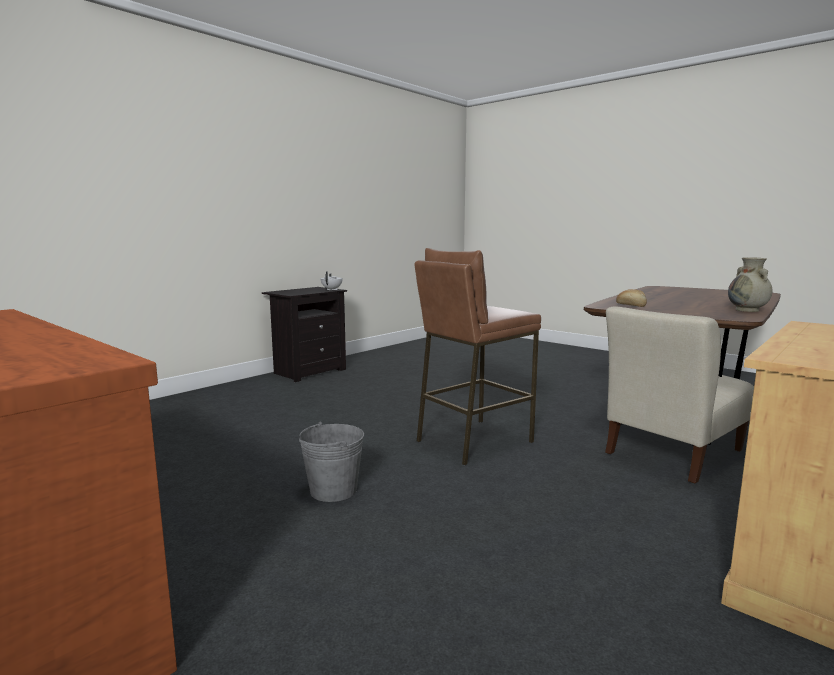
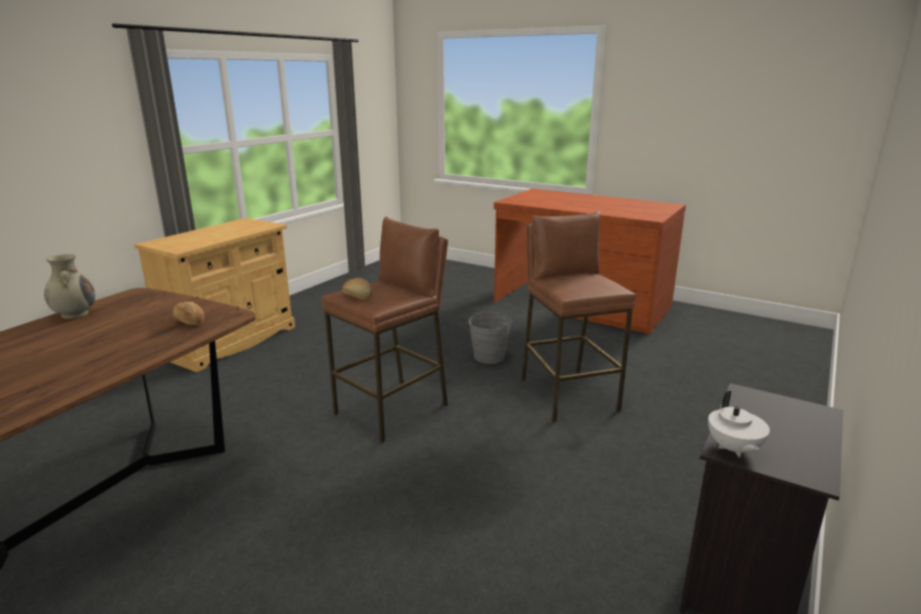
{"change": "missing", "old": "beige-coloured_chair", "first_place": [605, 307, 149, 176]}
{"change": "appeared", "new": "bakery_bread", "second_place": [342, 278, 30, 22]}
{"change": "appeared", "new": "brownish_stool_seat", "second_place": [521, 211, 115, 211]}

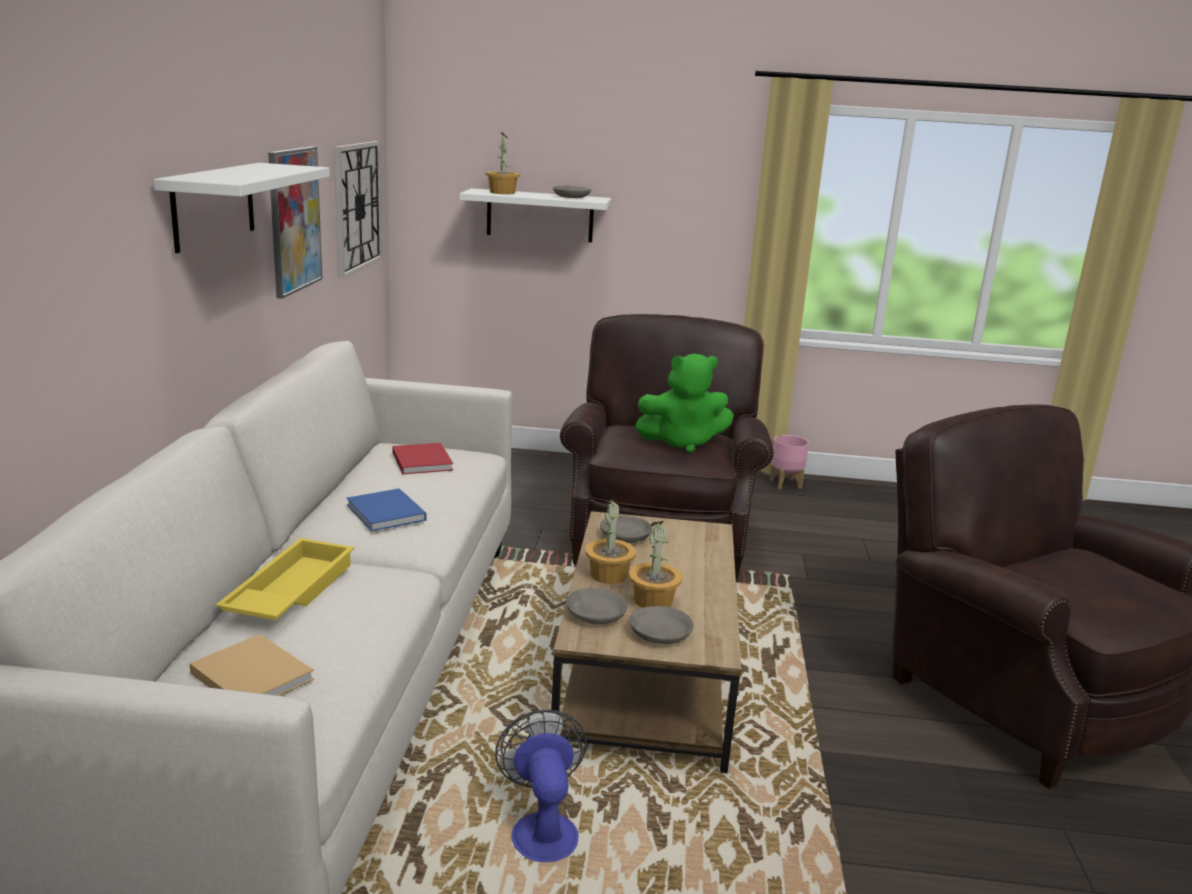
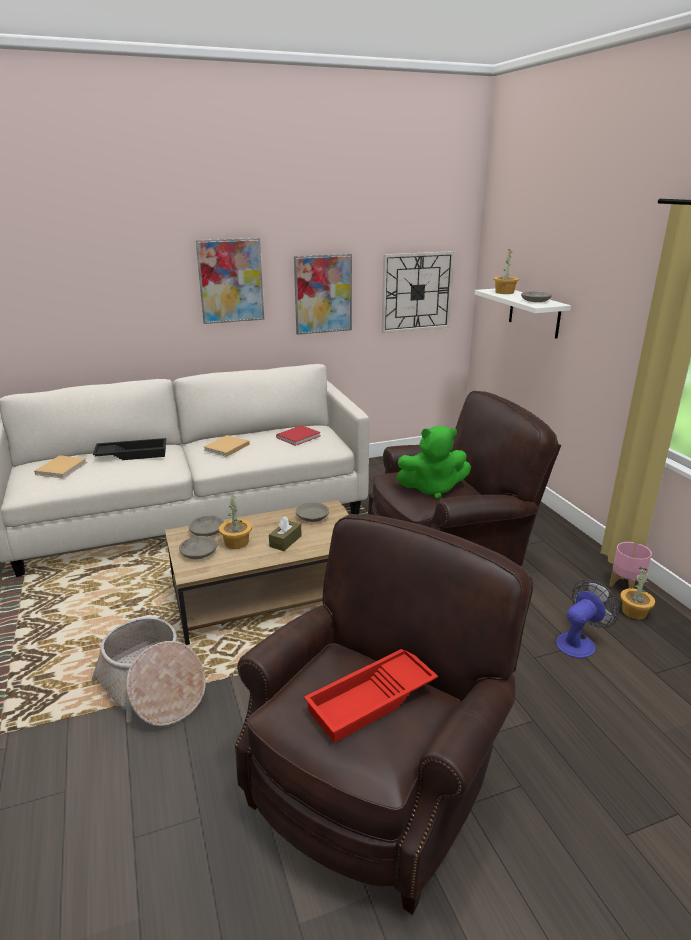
{"change": "exchanged", "old": "white-coloured_bracket_shelf", "new": "picture", "first_place": [153, 163, 177, 90], "second_place": [196, 238, 68, 86]}
{"change": "colour", "old": "yellow-coloured_carrying_tray", "new": "black-coloured_carrying_tray", "first_place": [216, 538, 138, 82], "second_place": [93, 438, 73, 22]}
{"change": "colour", "old": "bluish_book", "new": "beige-coloured_book", "first_place": [347, 488, 79, 43], "second_place": [204, 435, 46, 22]}
{"change": "relocated", "old": "electric_fan", "first_place": [495, 710, 92, 152], "second_place": [556, 579, 63, 79]}
{"change": "relocated", "old": "potted_plant", "first_place": [585, 498, 51, 86], "second_place": [620, 567, 35, 53]}
{"change": "spun", "old": "greenish_soft_toy", "first_place": [635, 354, 99, 99], "second_place": [396, 425, 75, 74], "degrees": -60}
{"change": "appeared", "new": "household_basket", "second_place": [91, 617, 115, 109]}
{"change": "appeared", "new": "brownish_box_of_tissues", "second_place": [269, 516, 33, 35]}
{"change": "appeared", "new": "red_carrying_tray", "second_place": [304, 649, 134, 94]}

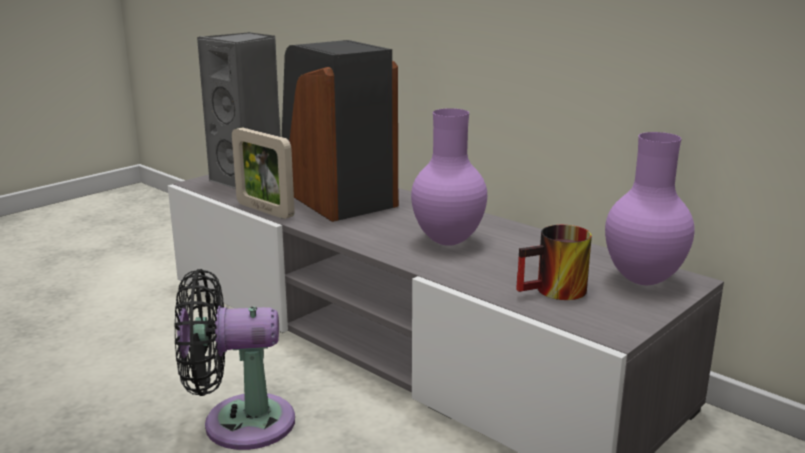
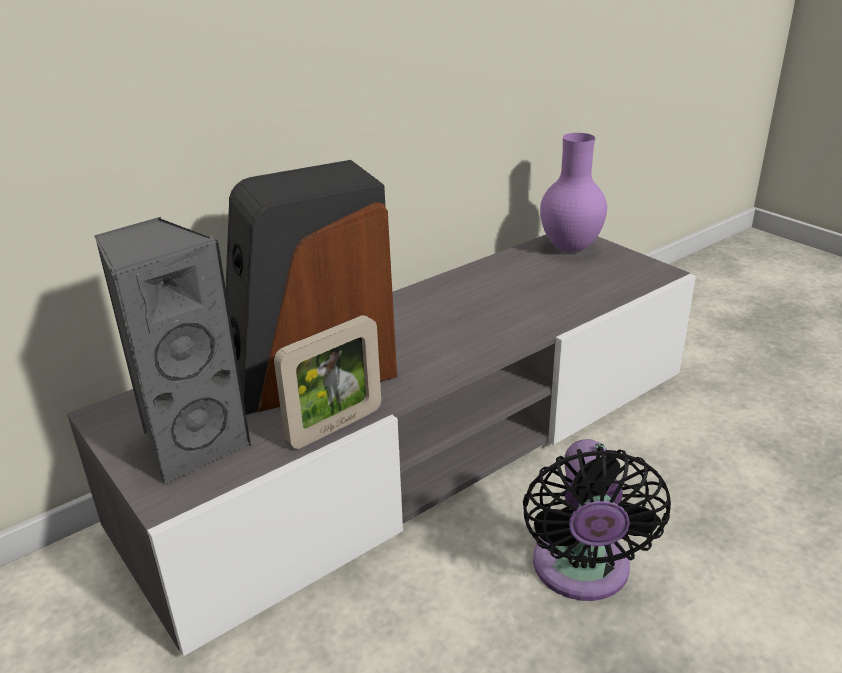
{"change": "missing", "old": "purple_decorative_vase", "first_place": [411, 108, 76, 138]}
{"change": "missing", "old": "coffee_mug", "first_place": [516, 225, 76, 75]}

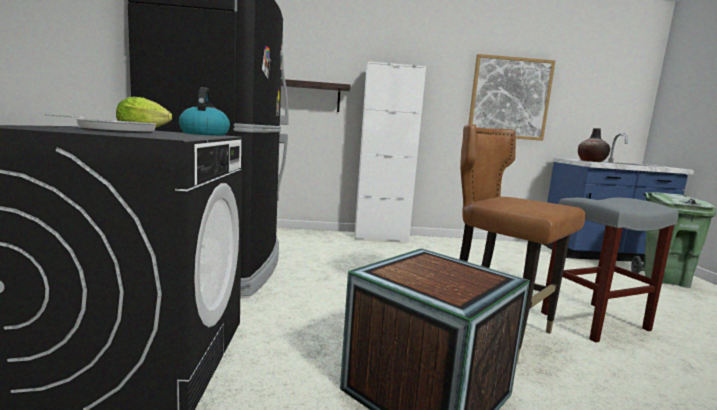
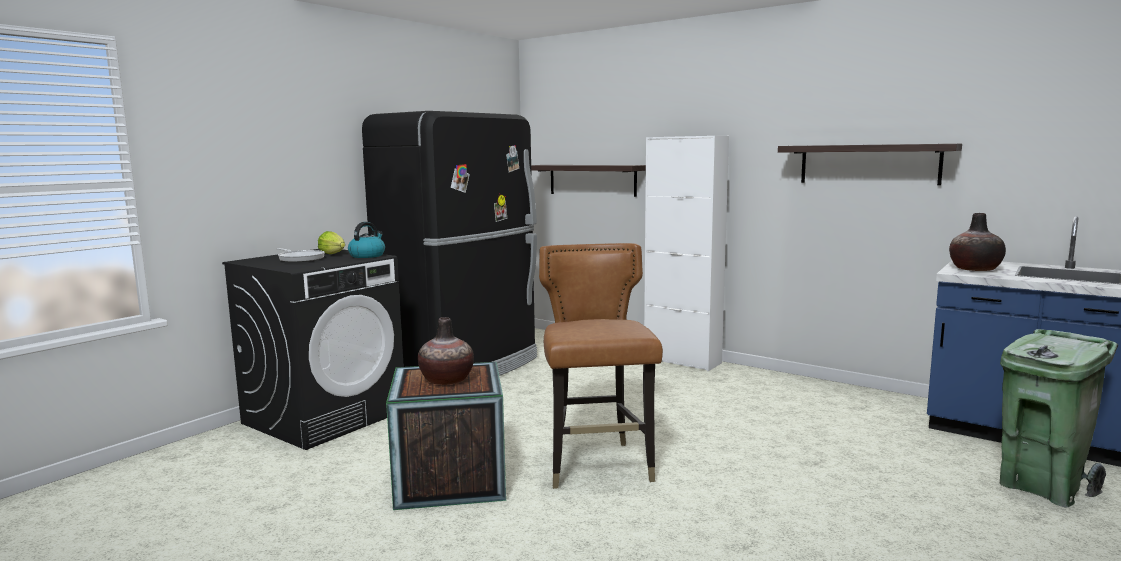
{"change": "exchanged", "old": "picture", "new": "bracket_shelf", "first_place": [468, 54, 87, 87], "second_place": [778, 144, 184, 41]}
{"change": "missing", "old": "grey_stool_seat", "first_place": [541, 198, 137, 145]}
{"change": "appeared", "new": "decorative_vase", "second_place": [418, 317, 56, 68]}

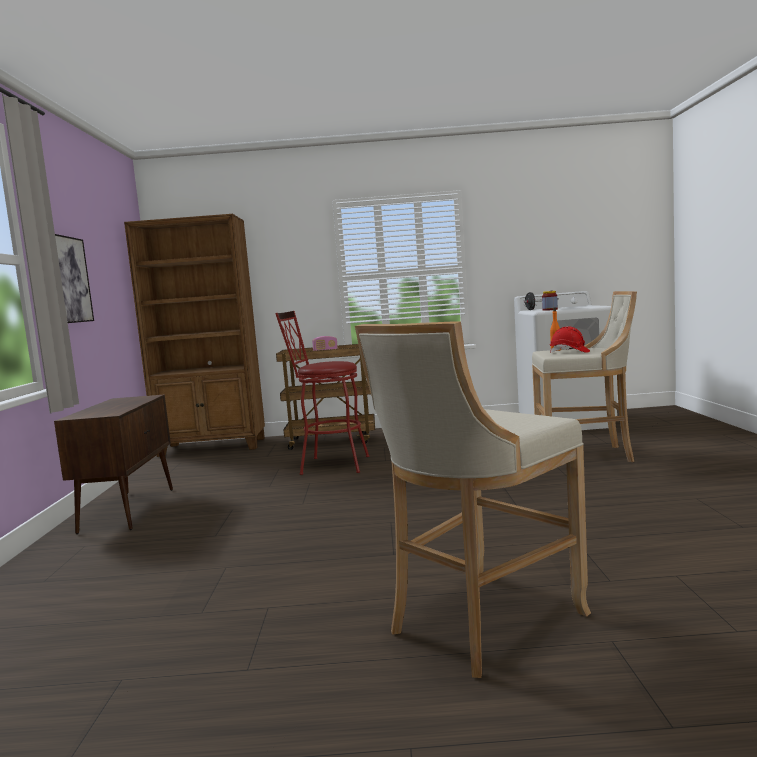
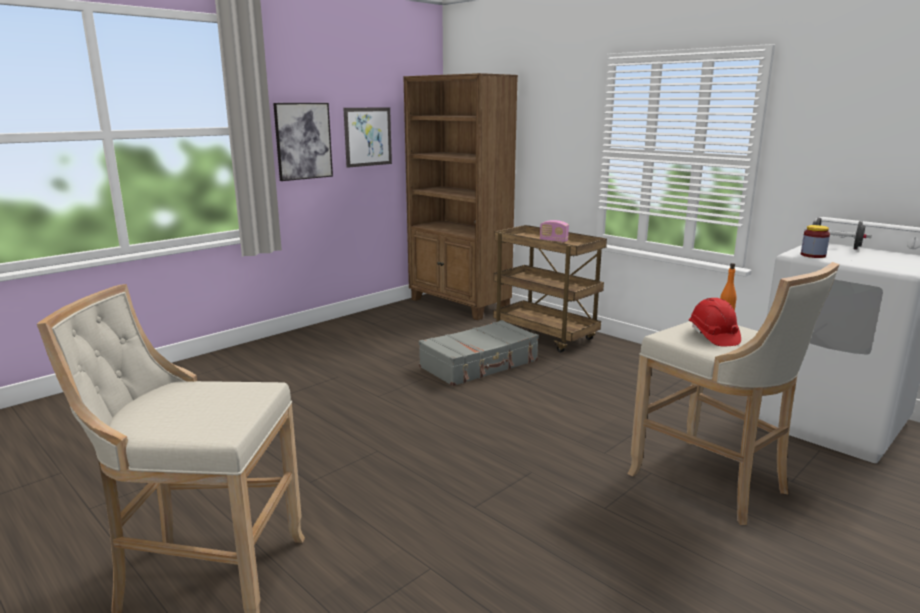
{"change": "missing", "old": "brownish_storage_cabinet", "first_place": [54, 394, 119, 140]}
{"change": "exchanged", "old": "red_stool_seat", "new": "grey_travel_case", "first_place": [275, 311, 94, 164], "second_place": [419, 320, 120, 66]}
{"change": "appeared", "new": "picture", "second_place": [343, 107, 49, 61]}

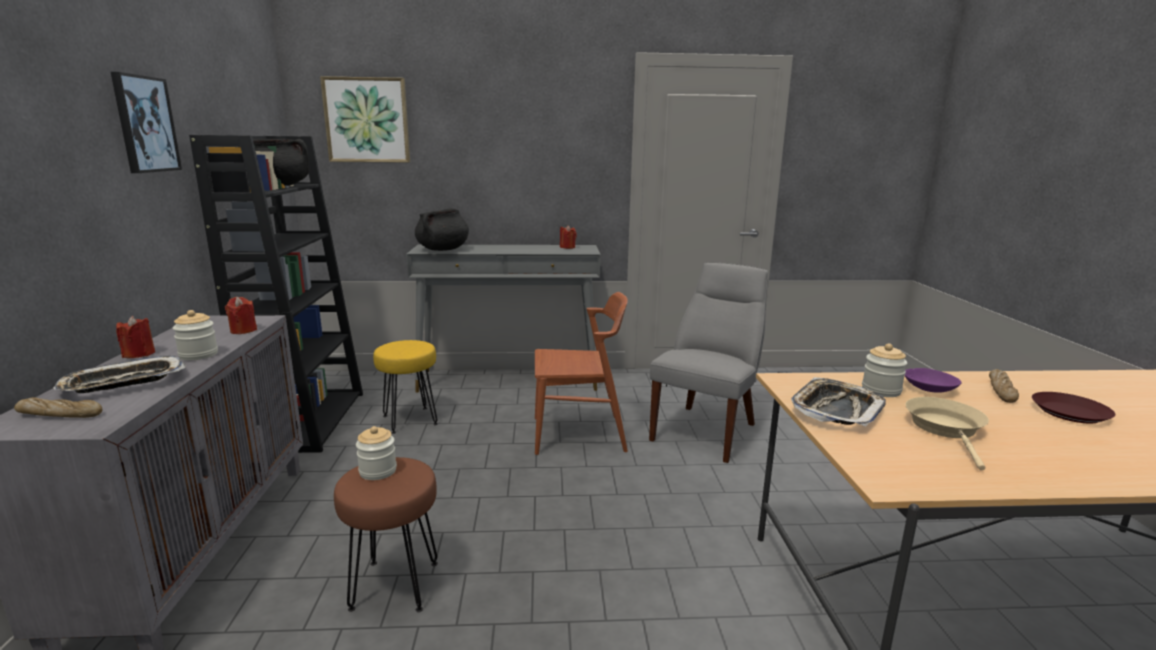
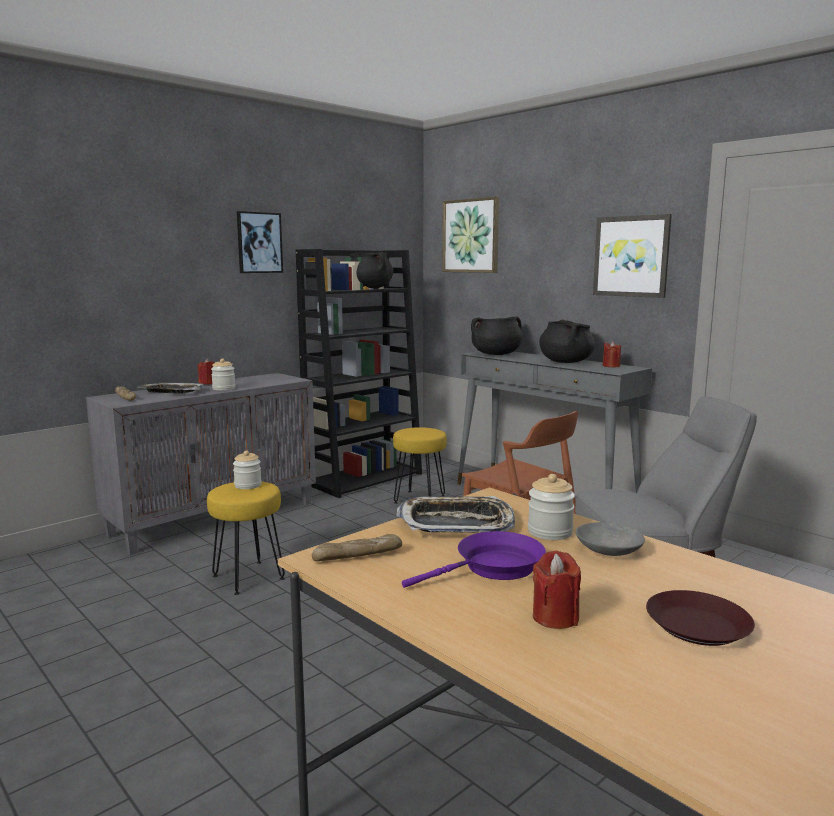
{"change": "relocated", "old": "red_candle", "first_place": [225, 297, 32, 37], "second_place": [533, 550, 48, 79]}
{"change": "colour", "old": "brownish_stool_seat", "new": "yellow-coloured_stool_seat", "first_place": [334, 457, 104, 155], "second_place": [207, 482, 78, 113]}
{"change": "colour", "old": "purple_bowl", "new": "grey_bowl", "first_place": [905, 368, 56, 25], "second_place": [575, 522, 70, 34]}
{"change": "colour", "old": "beige-coloured_pan", "new": "purple_pan", "first_place": [905, 397, 84, 73], "second_place": [402, 531, 144, 57]}
{"change": "relocated", "old": "bakery_bread", "first_place": [989, 369, 30, 34], "second_place": [312, 534, 90, 27]}
{"change": "appeared", "new": "black-coloured_stockpot", "second_place": [539, 320, 56, 43]}
{"change": "appeared", "new": "picture", "second_place": [593, 214, 79, 84]}

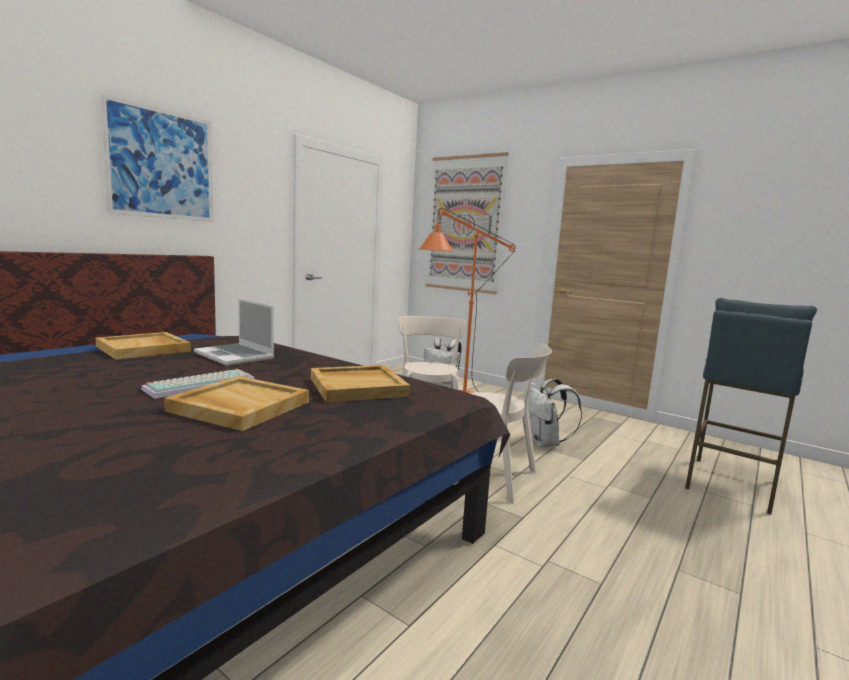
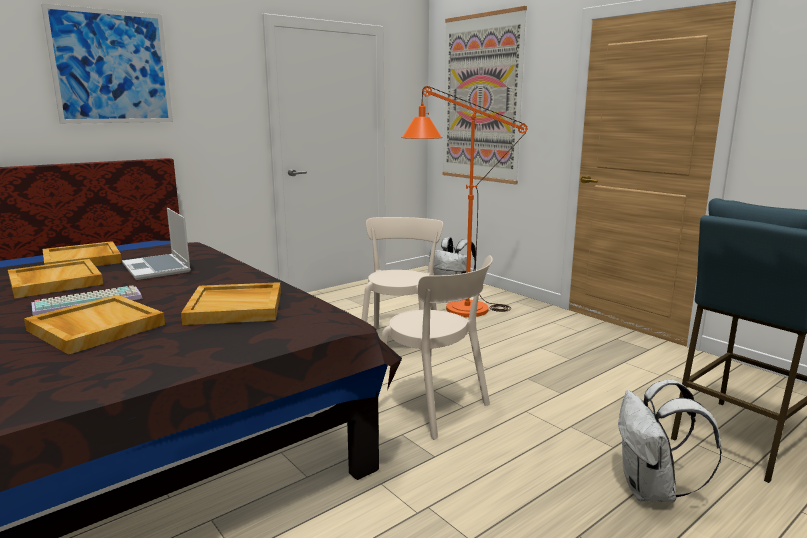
{"change": "relocated", "old": "white-coloured_backpack", "first_place": [528, 378, 54, 69], "second_place": [618, 380, 104, 122]}
{"change": "appeared", "new": "beige-coloured_carrying_tray", "second_place": [8, 259, 95, 39]}

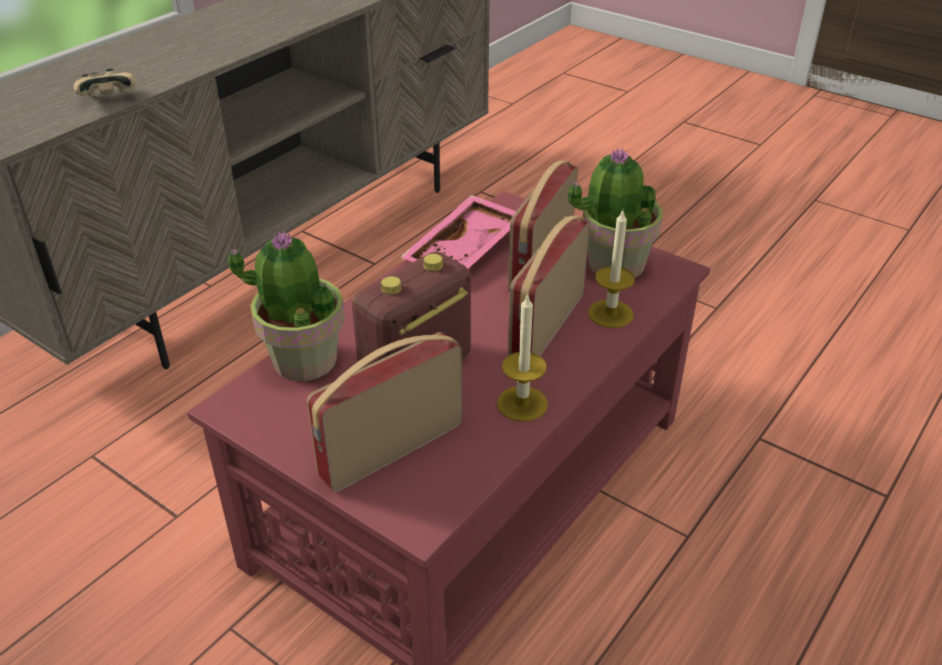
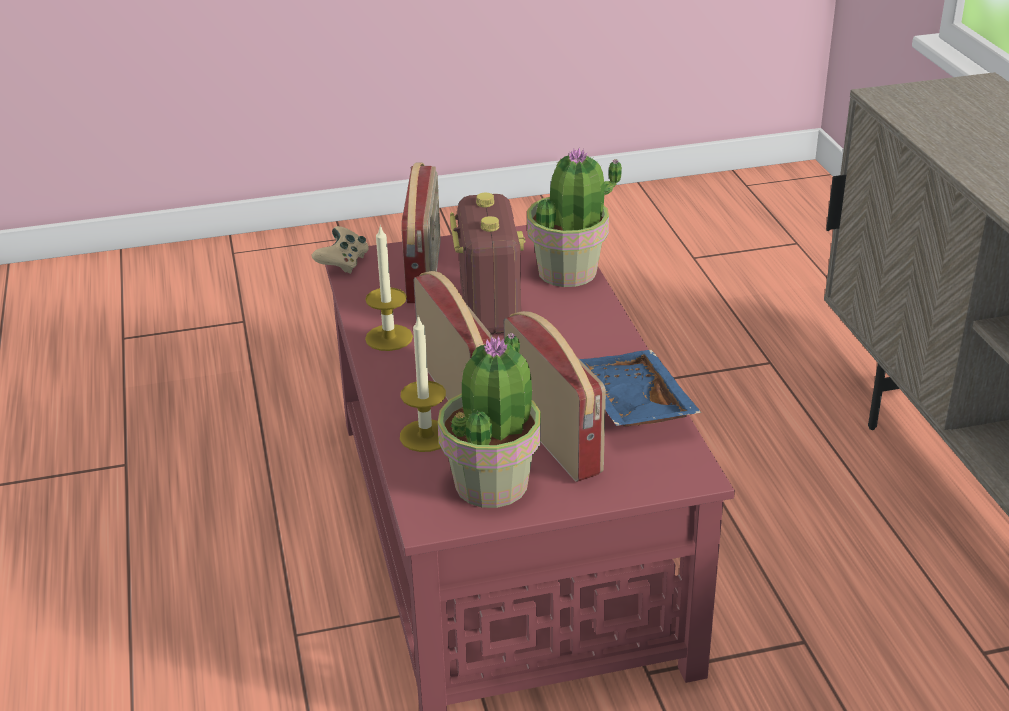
{"change": "relocated", "old": "beige-coloured_game_controller", "first_place": [74, 68, 62, 29], "second_place": [312, 226, 57, 48]}
{"change": "colour", "old": "pinkish_carrying_tray", "new": "bluish_carrying_tray", "first_place": [401, 195, 115, 74], "second_place": [580, 350, 122, 77]}

